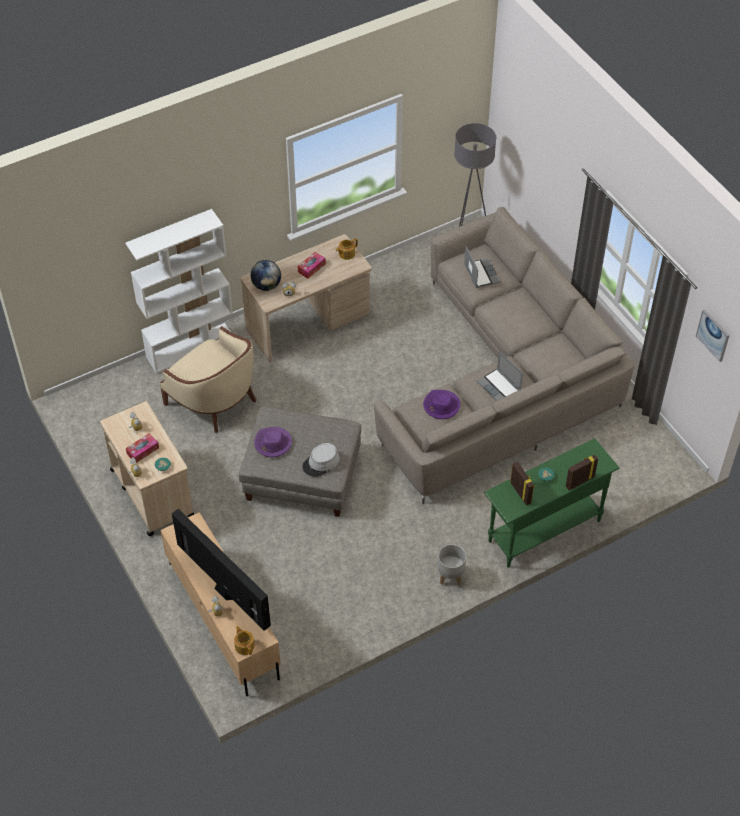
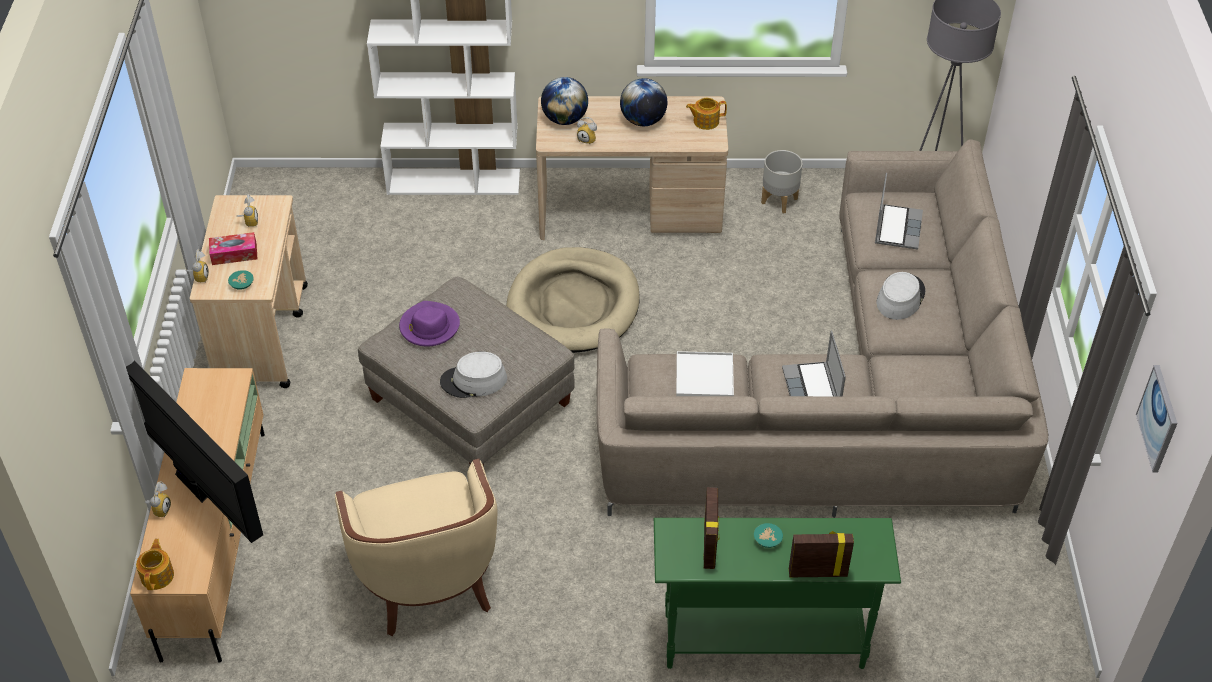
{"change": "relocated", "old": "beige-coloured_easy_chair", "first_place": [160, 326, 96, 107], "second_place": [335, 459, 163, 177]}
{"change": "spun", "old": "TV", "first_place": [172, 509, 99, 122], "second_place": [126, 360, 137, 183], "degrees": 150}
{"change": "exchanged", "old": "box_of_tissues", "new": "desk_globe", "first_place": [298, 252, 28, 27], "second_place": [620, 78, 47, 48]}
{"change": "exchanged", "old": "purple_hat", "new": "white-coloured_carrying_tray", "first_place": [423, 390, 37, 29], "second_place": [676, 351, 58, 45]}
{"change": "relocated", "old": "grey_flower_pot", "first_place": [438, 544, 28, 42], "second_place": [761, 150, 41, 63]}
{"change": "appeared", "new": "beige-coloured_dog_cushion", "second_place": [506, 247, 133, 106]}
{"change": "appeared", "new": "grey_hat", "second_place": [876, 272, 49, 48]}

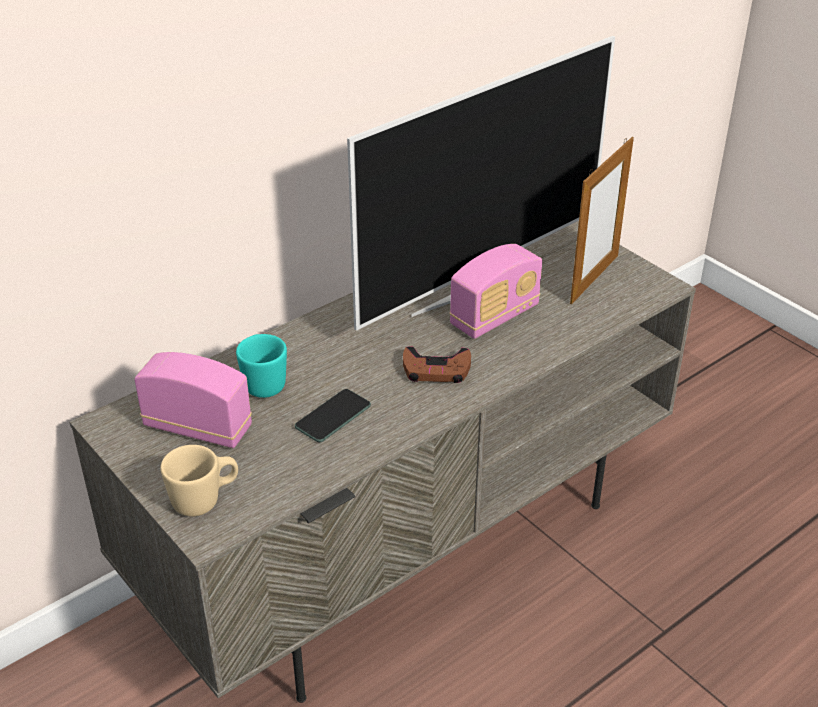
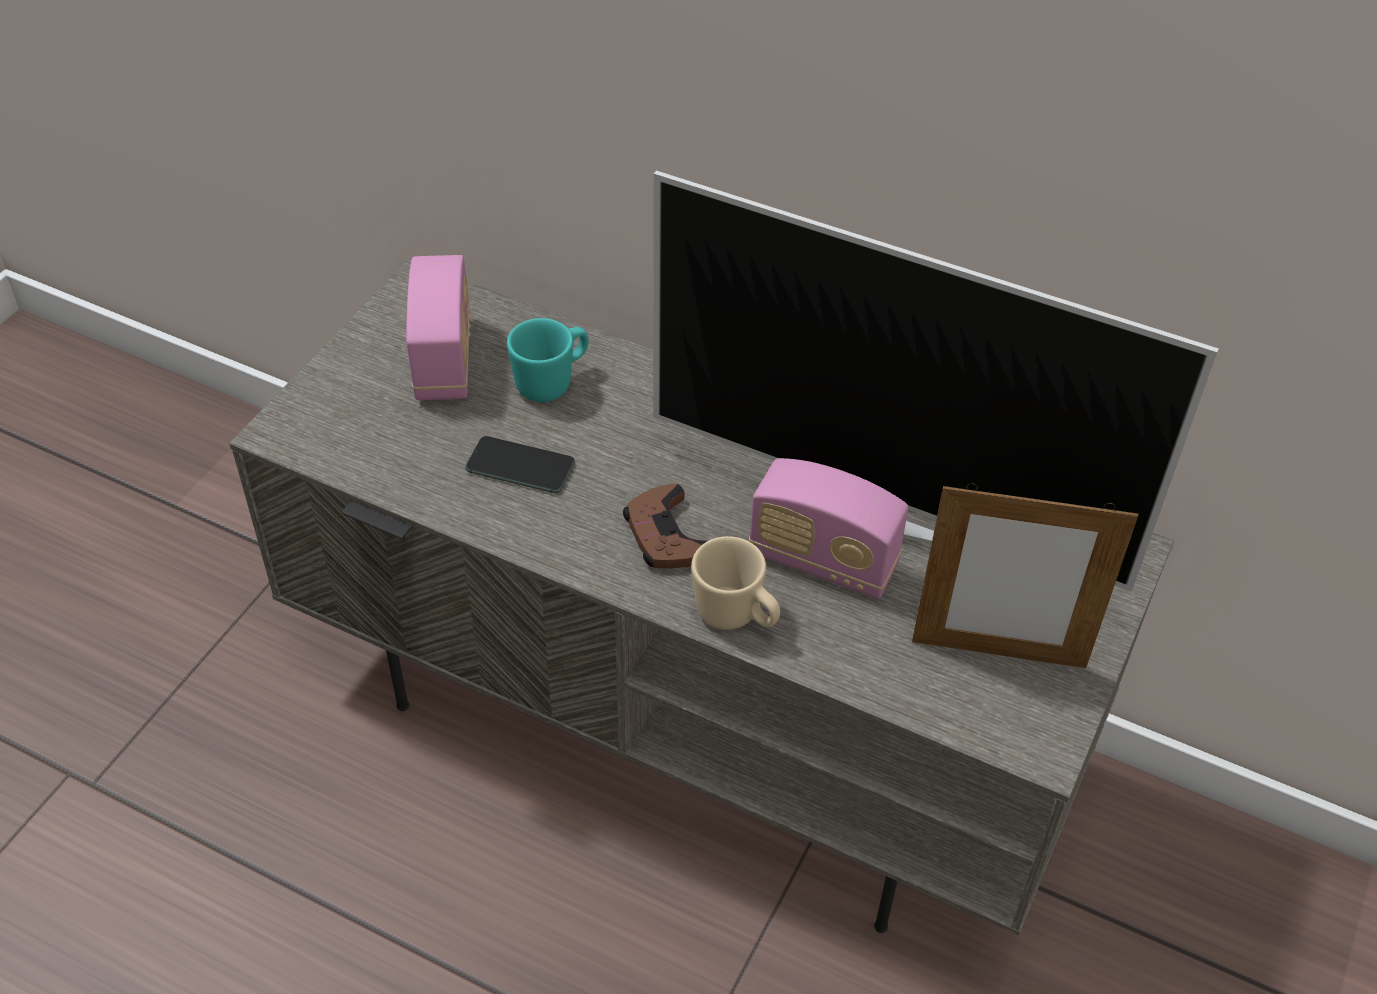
{"change": "relocated", "old": "beige-coloured_coffee_mug", "first_place": [161, 445, 77, 72], "second_place": [691, 536, 89, 94]}

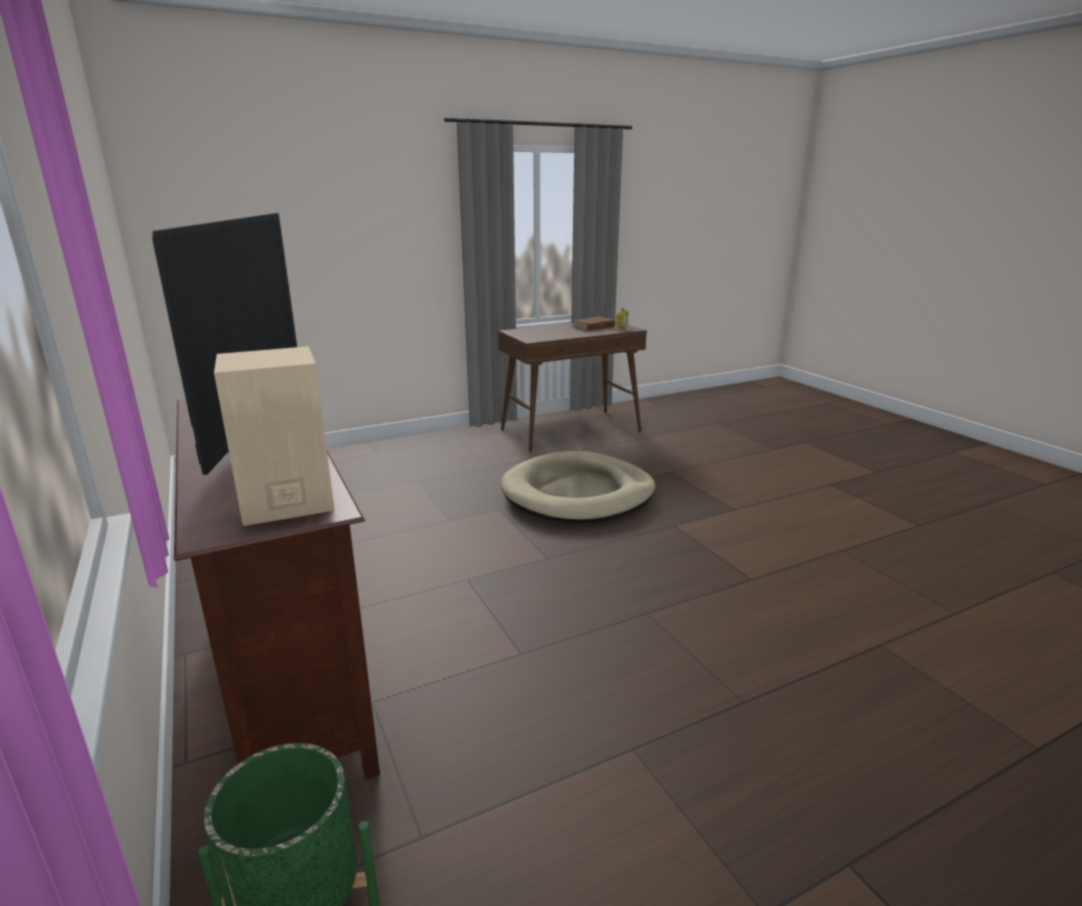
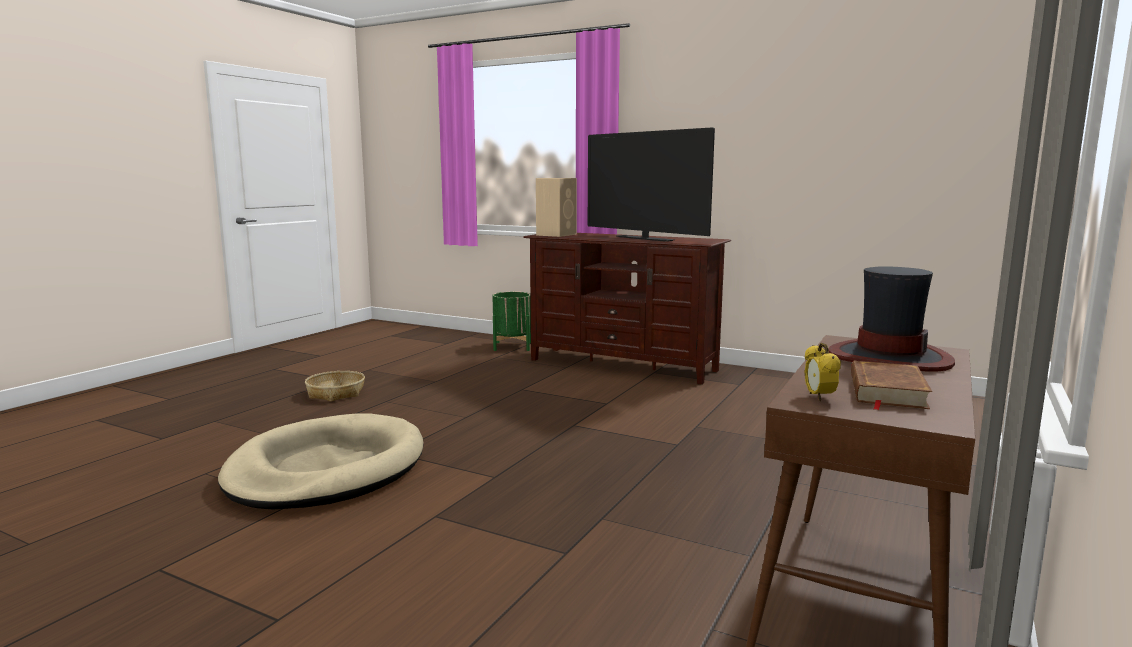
{"change": "relocated", "old": "beige-coloured_dog_cushion", "first_place": [501, 451, 154, 72], "second_place": [218, 413, 205, 97]}
{"change": "appeared", "new": "household_basket", "second_place": [305, 371, 60, 31]}
{"change": "appeared", "new": "hat", "second_place": [828, 266, 127, 106]}

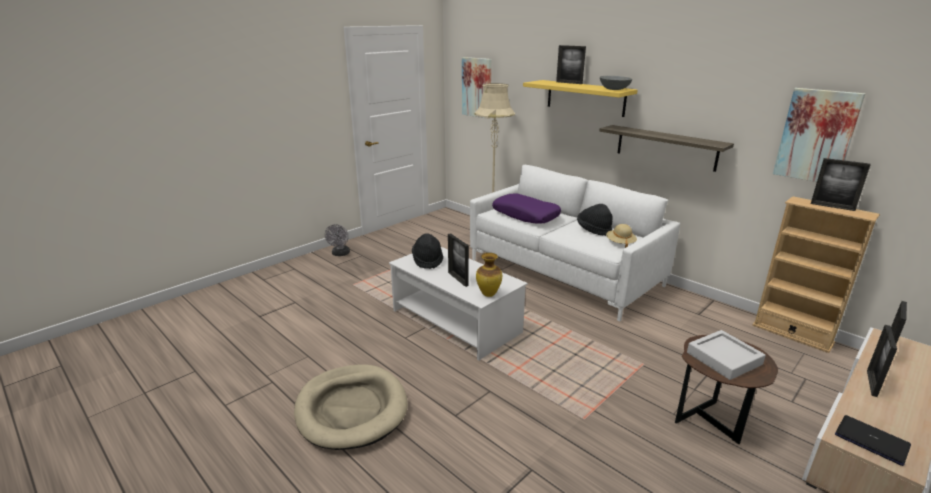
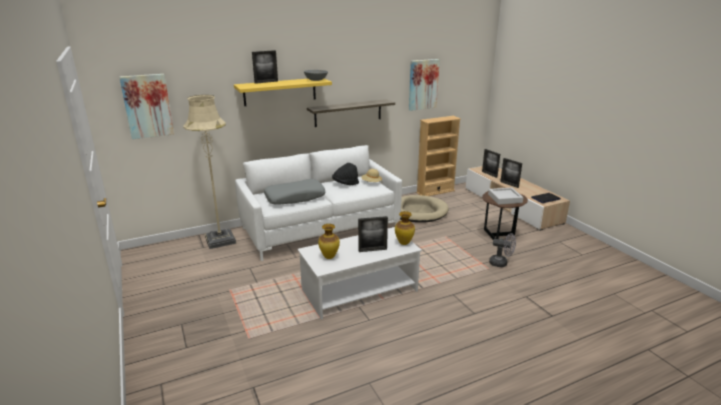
{"change": "relocated", "old": "beige-coloured_dog_cushion", "first_place": [294, 364, 114, 86], "second_place": [400, 195, 49, 28]}
{"change": "relocated", "old": "grey_electric_fan", "first_place": [325, 224, 25, 32], "second_place": [489, 233, 27, 34]}
{"change": "exchanged", "old": "black-coloured_hat", "new": "decorative_vase", "first_place": [412, 233, 31, 36], "second_place": [318, 224, 22, 35]}
{"change": "colour", "old": "purple_cushion", "new": "grey_cushion", "first_place": [492, 193, 69, 31], "second_place": [264, 179, 61, 26]}
{"change": "missing", "old": "standing_frame", "first_place": [811, 158, 60, 53]}

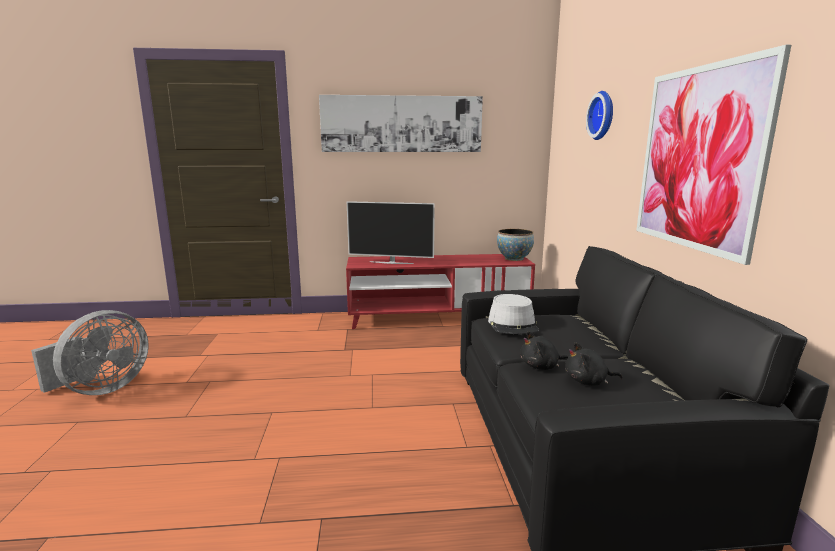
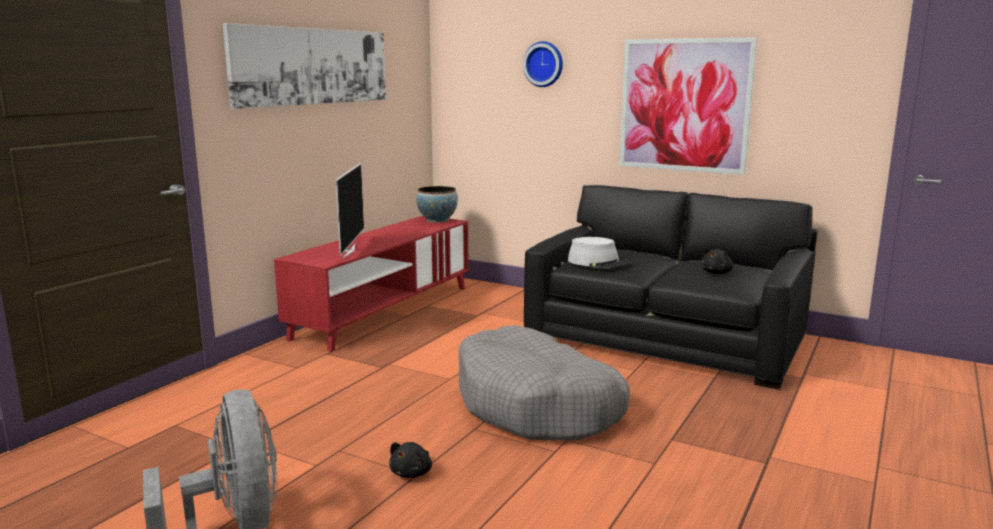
{"change": "spun", "old": "TV", "first_place": [347, 201, 88, 63], "second_place": [336, 163, 28, 96], "degrees": -45}
{"change": "relocated", "old": "black-coloured_soft_toy", "first_place": [520, 331, 48, 39], "second_place": [389, 442, 43, 36]}
{"change": "appeared", "new": "grey_dog_cushion", "second_place": [459, 325, 171, 115]}

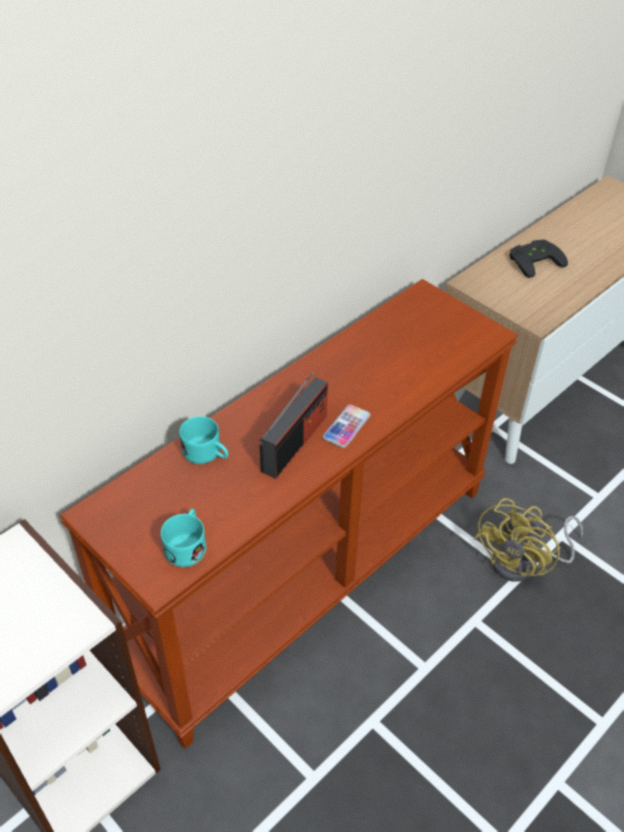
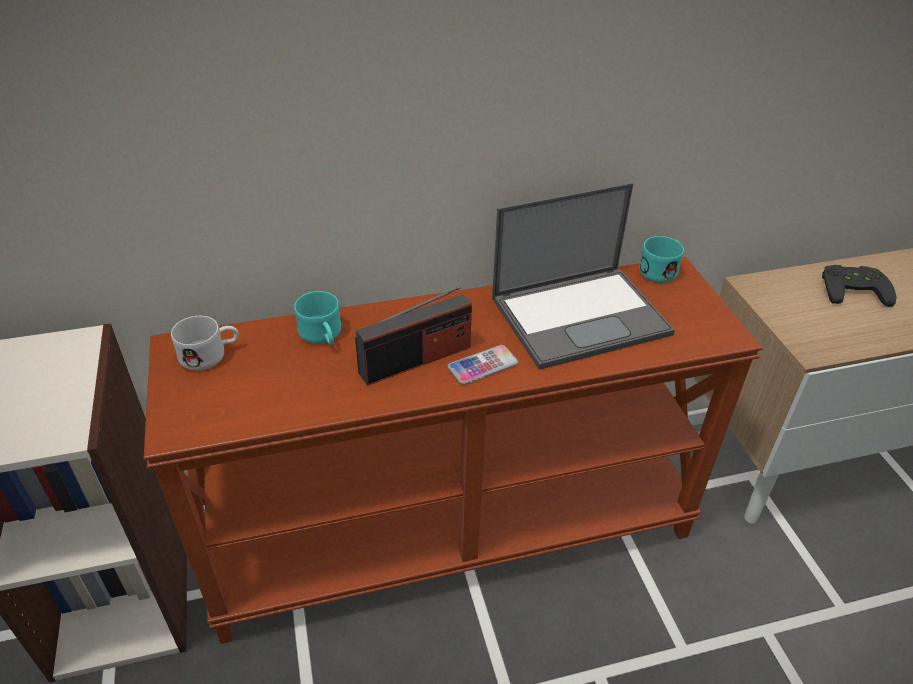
{"change": "relocated", "old": "blue-green_coffee_mug", "first_place": [161, 509, 45, 58], "second_place": [639, 236, 45, 47]}
{"change": "missing", "old": "yellow-coloured_electric_fan", "first_place": [474, 498, 109, 84]}
{"change": "appeared", "new": "white-coloured_coffee_mug", "second_place": [171, 316, 68, 55]}
{"change": "appeared", "new": "notebook_computer", "second_place": [492, 183, 183, 187]}

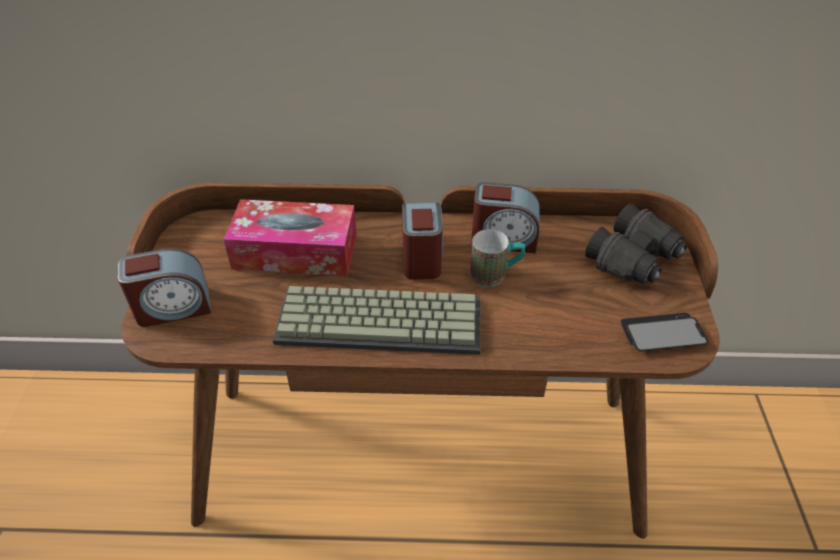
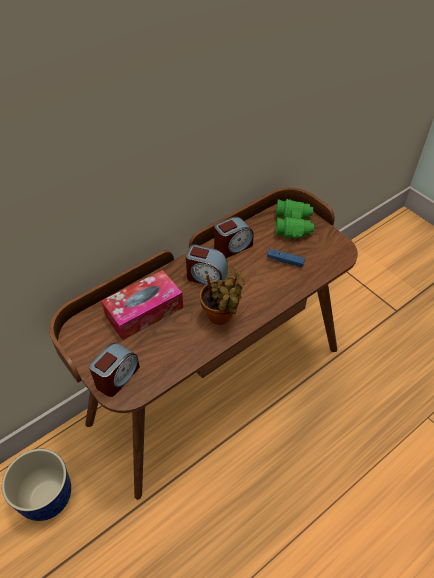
{"change": "exchanged", "old": "keyboard", "new": "potted_plant", "first_place": [273, 286, 207, 69], "second_place": [200, 266, 45, 59]}
{"change": "spun", "old": "alarm_clock", "first_place": [402, 203, 41, 77], "second_place": [186, 244, 42, 41], "degrees": 150}
{"change": "missing", "old": "coffee_mug", "first_place": [470, 229, 55, 58]}
{"change": "colour", "old": "black-coloured_pair_of_binoculars", "new": "greenish_pair_of_binoculars", "first_place": [585, 204, 102, 80], "second_place": [276, 199, 38, 40]}
{"change": "missing", "old": "handset", "first_place": [621, 313, 88, 39]}
{"change": "appeared", "new": "flower_pot", "second_place": [2, 449, 69, 72]}
{"change": "appeared", "new": "bluish_game_controller", "second_place": [267, 249, 38, 18]}

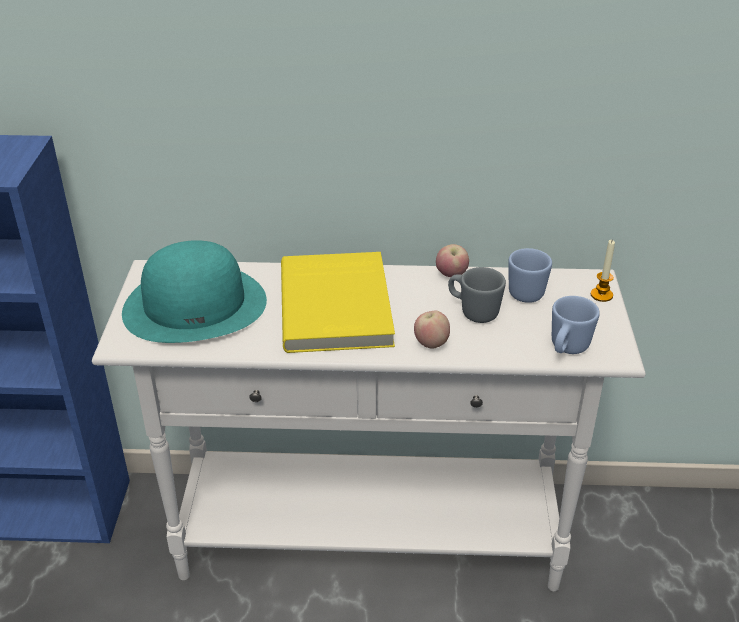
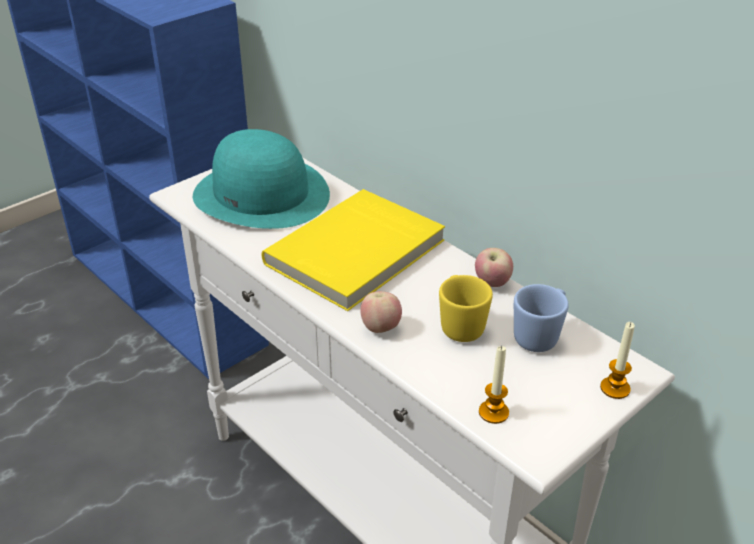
{"change": "colour", "old": "grey_coffee_mug", "new": "yellow-coloured_coffee_mug", "first_place": [448, 267, 58, 56], "second_place": [439, 275, 54, 67]}
{"change": "exchanged", "old": "bluish_coffee_mug", "new": "candle", "first_place": [552, 296, 48, 58], "second_place": [479, 346, 30, 78]}

